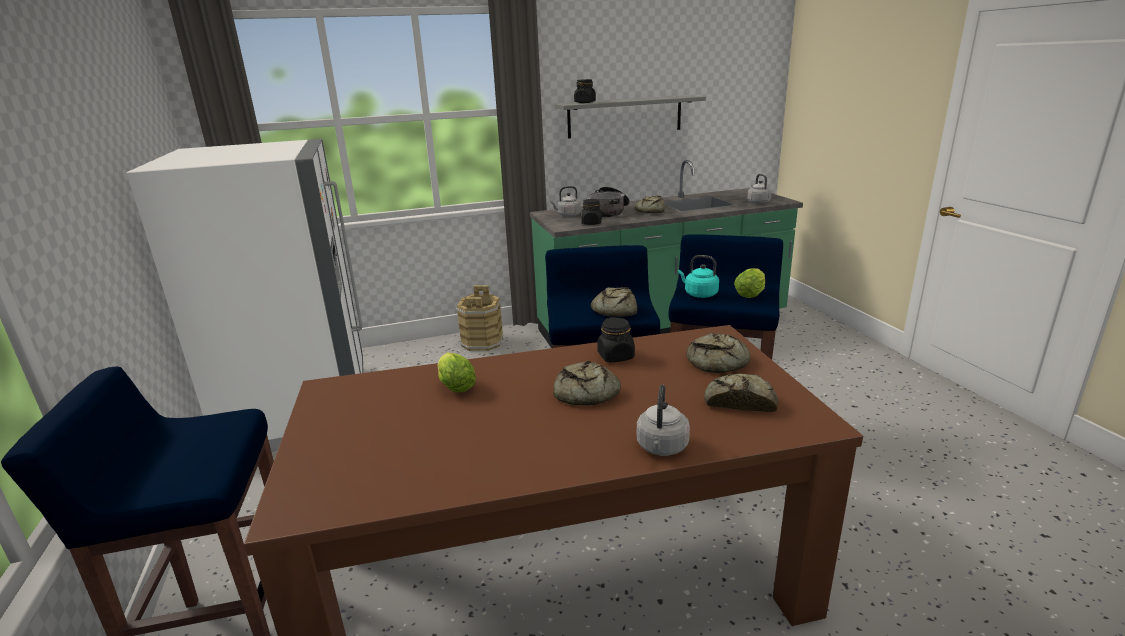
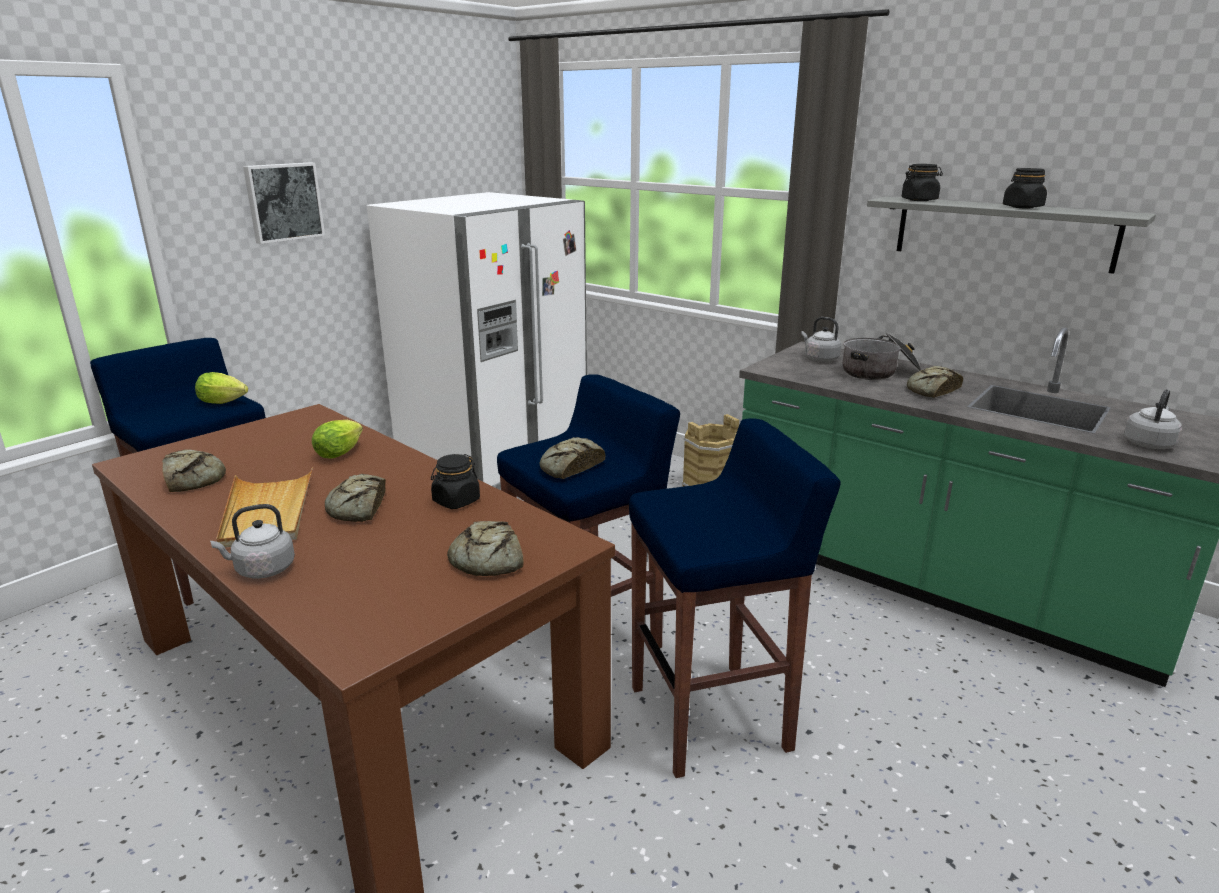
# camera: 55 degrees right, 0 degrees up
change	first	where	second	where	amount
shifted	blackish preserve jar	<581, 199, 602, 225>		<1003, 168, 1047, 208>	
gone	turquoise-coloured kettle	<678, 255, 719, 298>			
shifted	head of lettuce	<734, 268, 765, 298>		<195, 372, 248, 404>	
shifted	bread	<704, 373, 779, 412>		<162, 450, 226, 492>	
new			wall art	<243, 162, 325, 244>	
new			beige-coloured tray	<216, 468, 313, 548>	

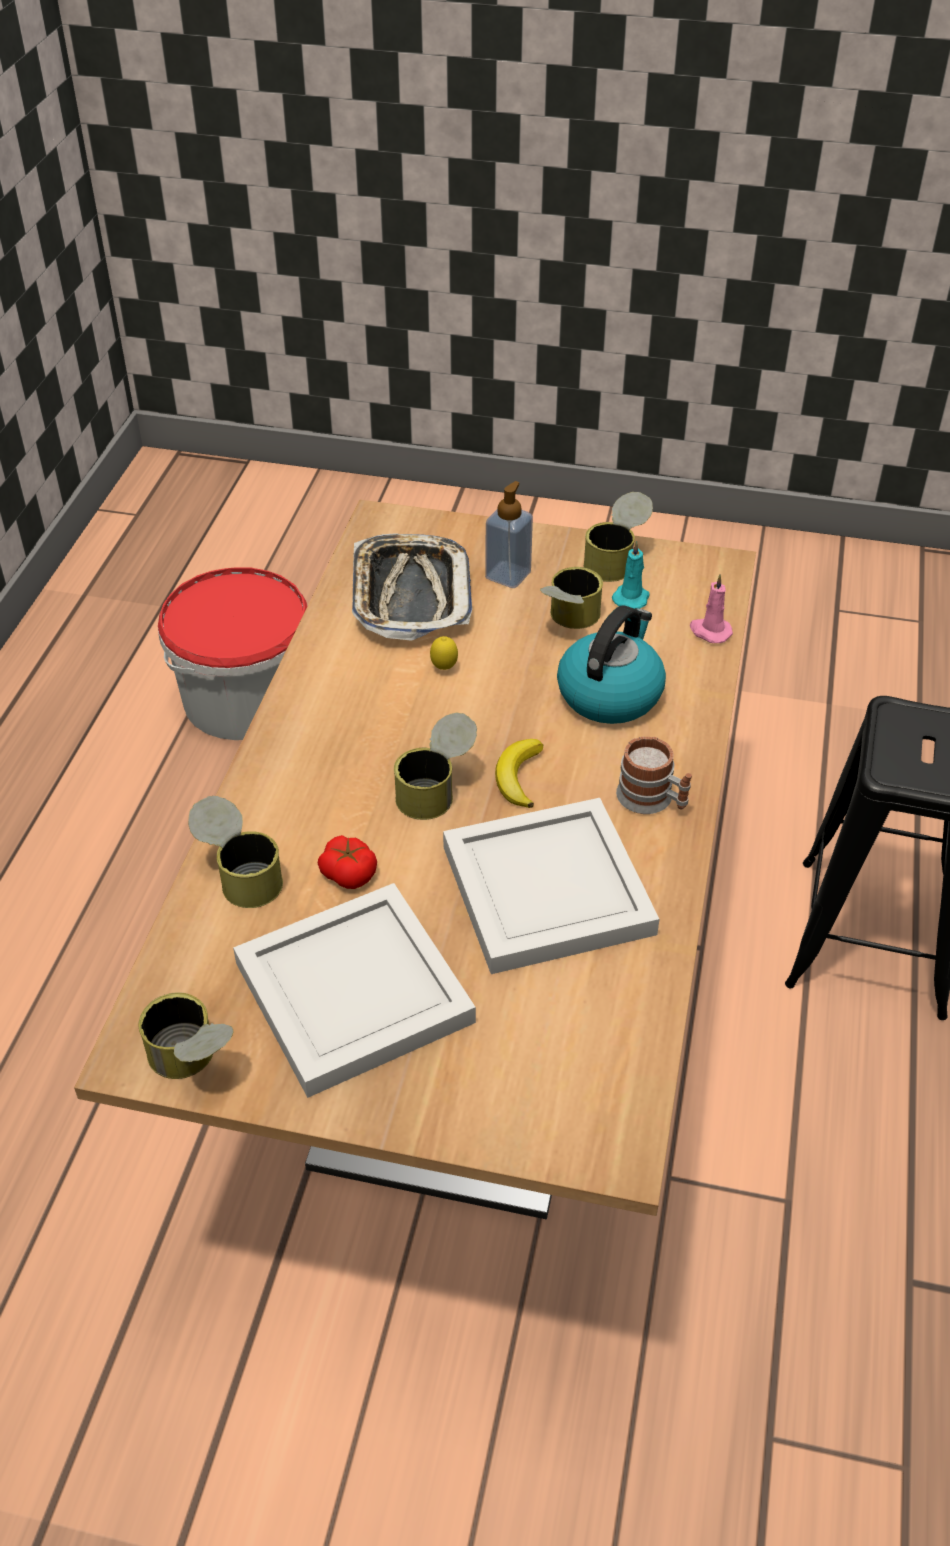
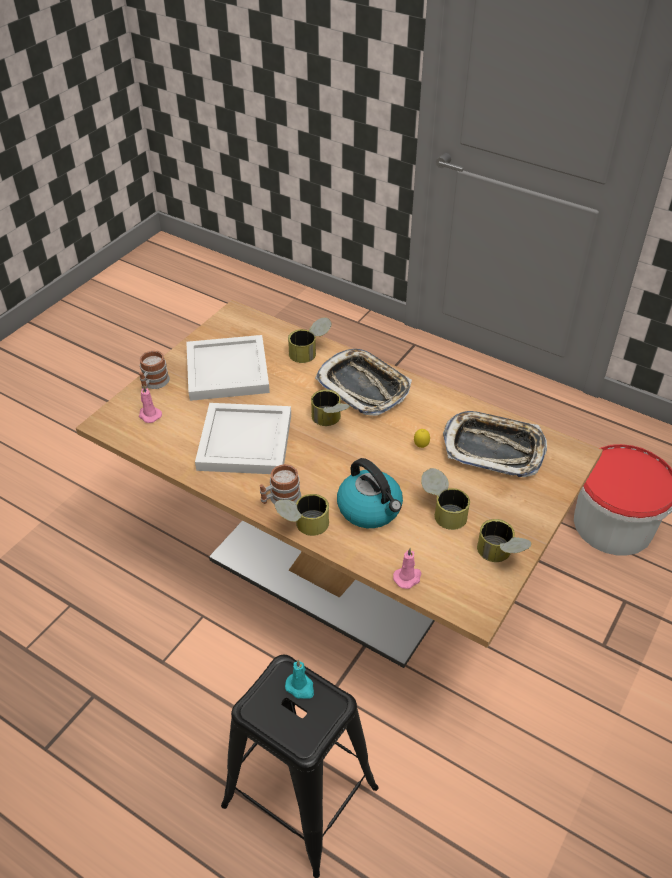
# camera: 110 degrees right, 0 degrees up
change	first	where	second	where	amount
gone	liquid soap bottle	<485, 481, 533, 588>			
shifted	turquoise-coloured wax light	<612, 541, 649, 609>		<285, 660, 314, 699>	
gone	whole banana	<495, 739, 543, 808>			
gone	tomato	<318, 835, 377, 889>			
shifted	metal can	<139, 992, 234, 1079>		<274, 494, 329, 536>	
new			tray	<315, 349, 412, 416>	
new			mug	<139, 351, 170, 389>	
new			pinkish wax light	<139, 385, 162, 423>	

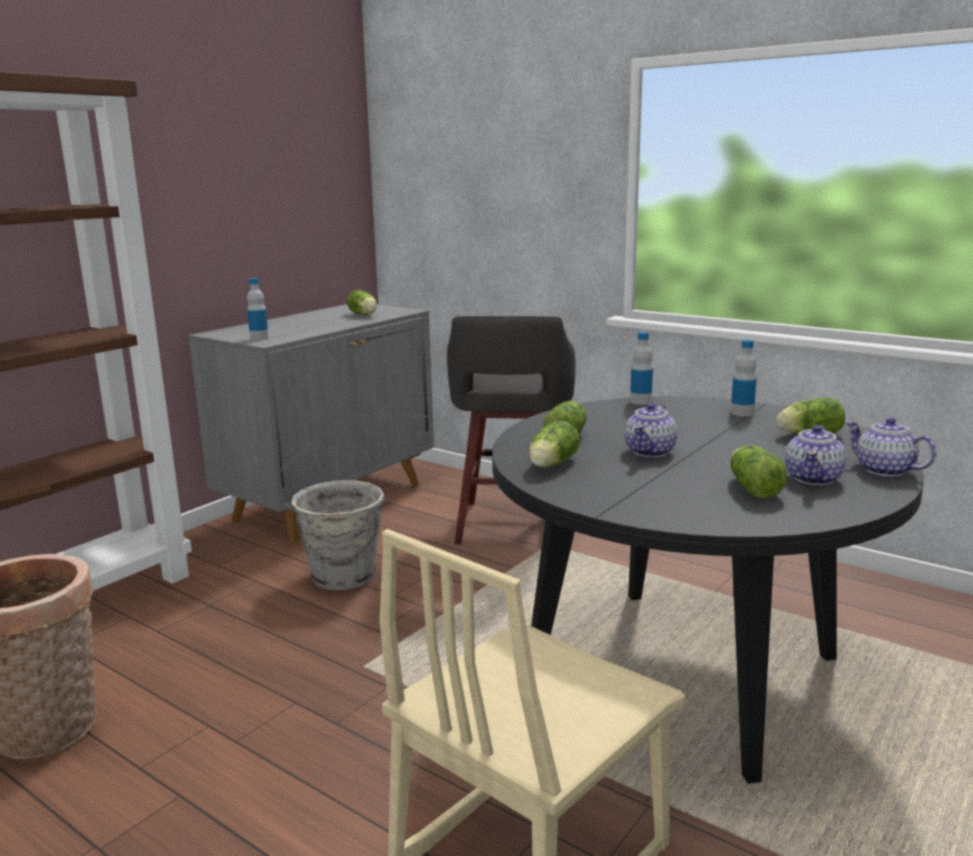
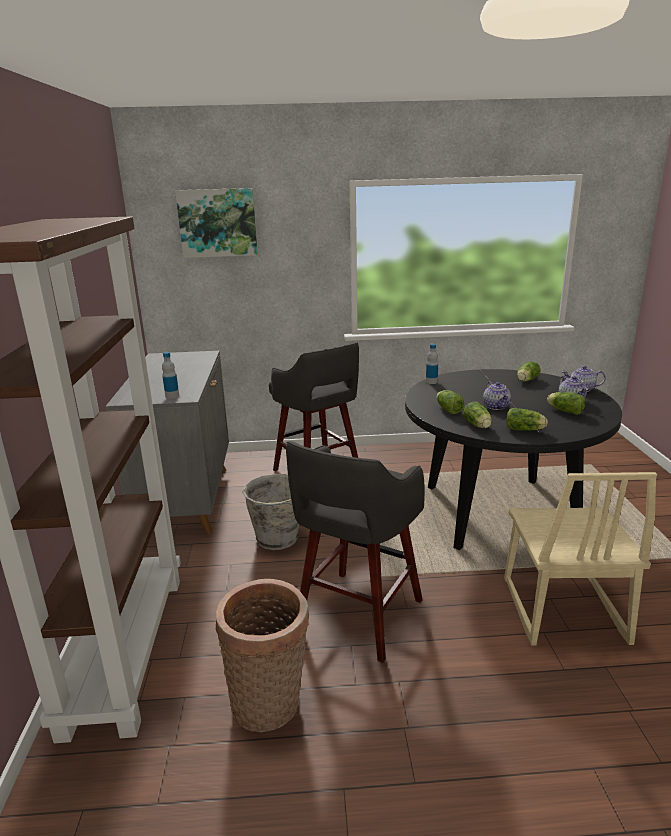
# camera: 40 degrees left, 5 degrees up
change	first	where	second	where	amount
shifted	head of lettuce	<347, 290, 377, 315>		<506, 408, 548, 431>	
gone	beverage bottle	<731, 339, 757, 417>			
new			wall art	<175, 188, 258, 258>	
new			grey stool seat	<286, 441, 425, 663>	

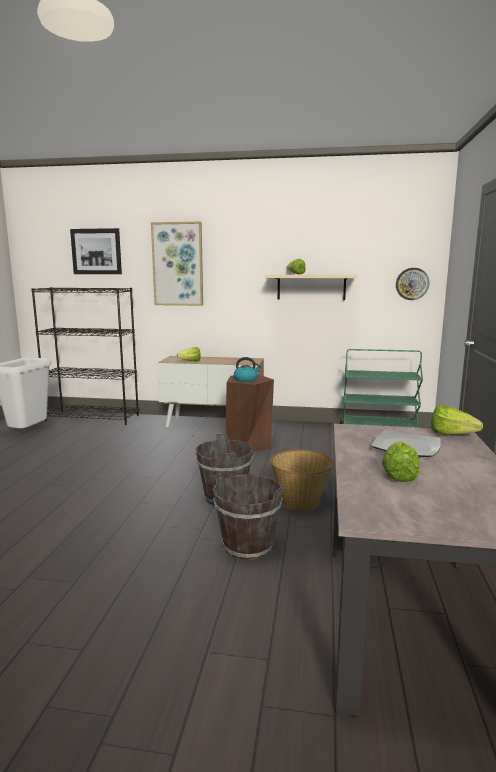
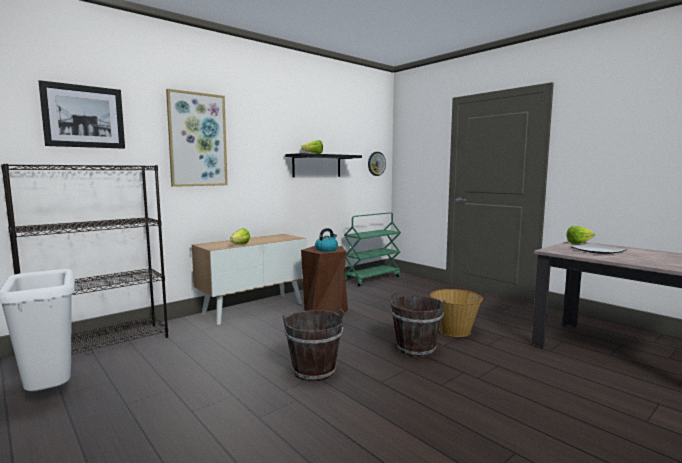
# camera: 50 degrees left, 5 degrees down
change	first	where	second	where	amount
repainted	beige-coloured wall shelf	<265, 275, 358, 300>	blackish wall shelf	<285, 153, 362, 177>	
gone	head of lettuce	<382, 441, 420, 482>			
shifted	brown-coloured bucket	<213, 471, 283, 560>		<283, 309, 345, 382>	

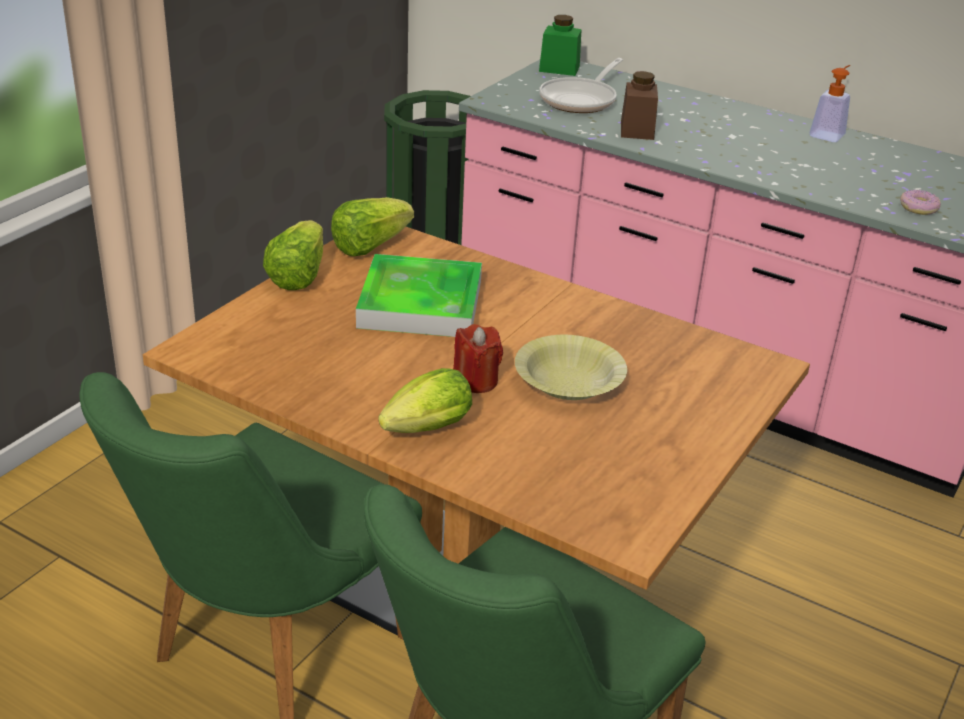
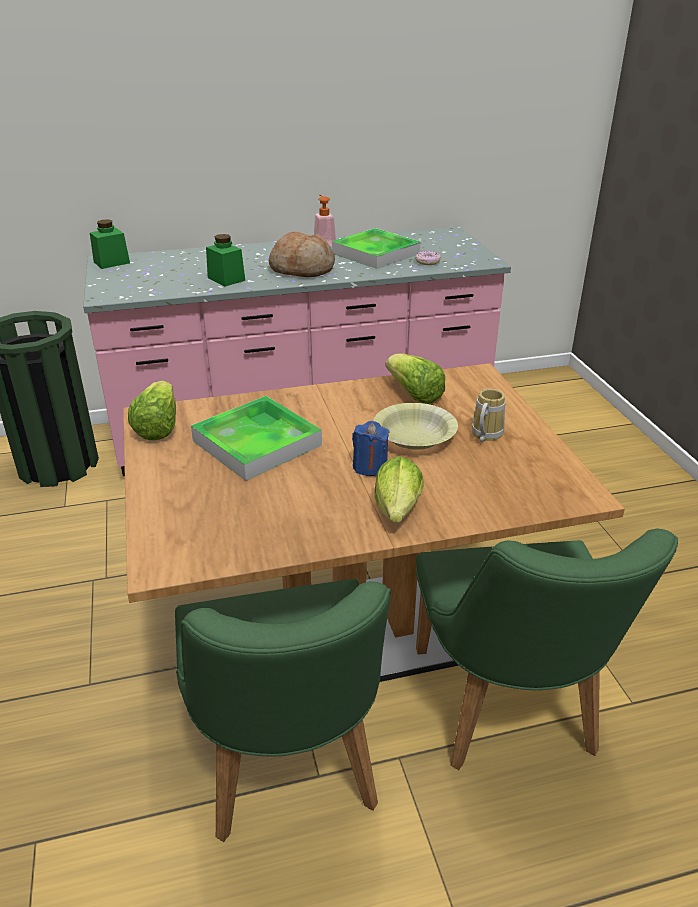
# camera: 45 degrees left, 0 degrees up
change	first	where	second	where	amount
gone	frying pan	<539, 58, 623, 113>			
repainted	brown-coloured preserve jar	<621, 71, 658, 140>	greenish preserve jar	<206, 234, 245, 286>	
shifted	head of lettuce	<263, 220, 323, 290>		<386, 353, 445, 404>	
repainted	reddish wax light	<453, 324, 503, 393>	blue-coloured wax light	<352, 421, 390, 476>	
new			tray	<332, 228, 420, 269>	
new			bread	<269, 231, 335, 277>	
new			mug	<472, 389, 505, 442>	

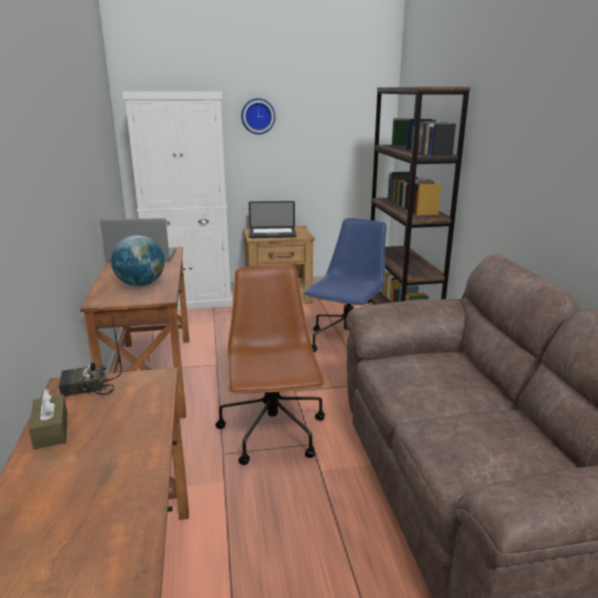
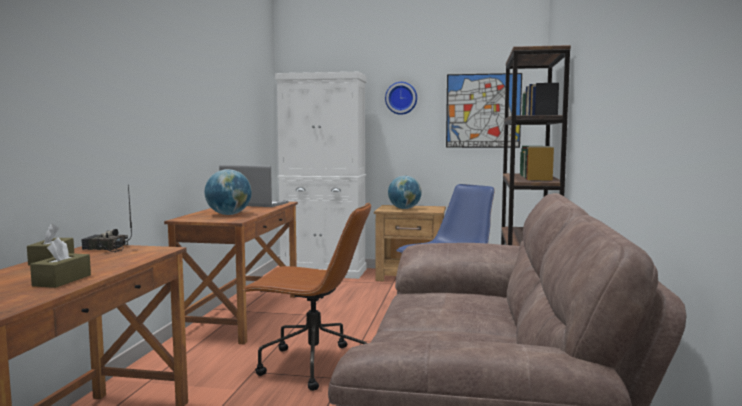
# camera: 20 degrees right, 15 degrees down
change	first	where	second	where	amount
swapped	notebook computer	<249, 201, 296, 238>	globe	<388, 176, 422, 209>	
rotated	brown-coloured office chair	<215, 265, 325, 465>		<242, 202, 371, 391>	90 degrees clockwise
new			wall art	<446, 73, 522, 148>	
new			brown-coloured box of tissues	<30, 237, 91, 288>	

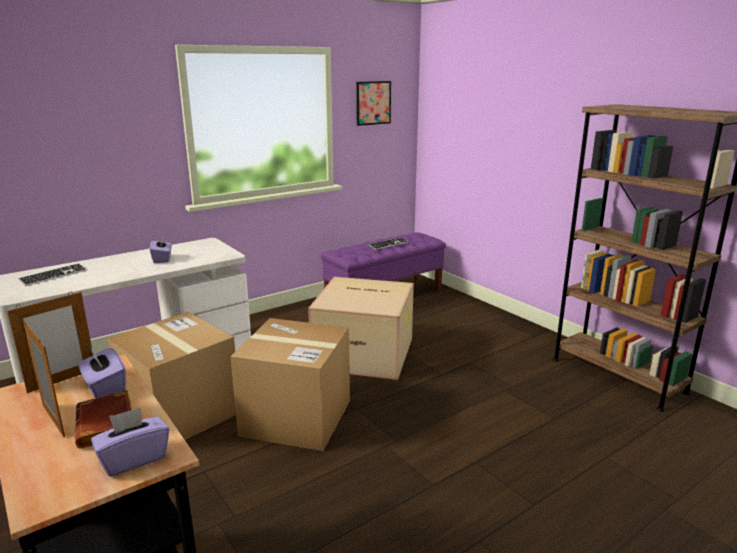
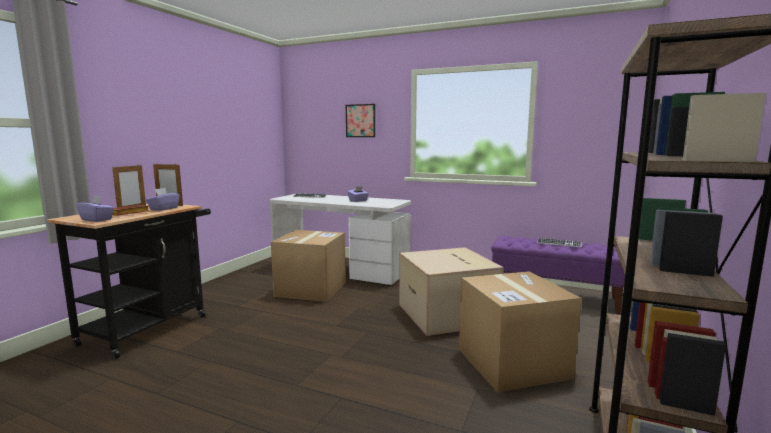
# camera: 60 degrees right, 10 degrees down
change	first	where	second	where	amount
shifted	wall art	<356, 81, 391, 126>		<346, 104, 375, 137>	
shifted	carton	<231, 318, 350, 451>		<459, 271, 581, 392>	

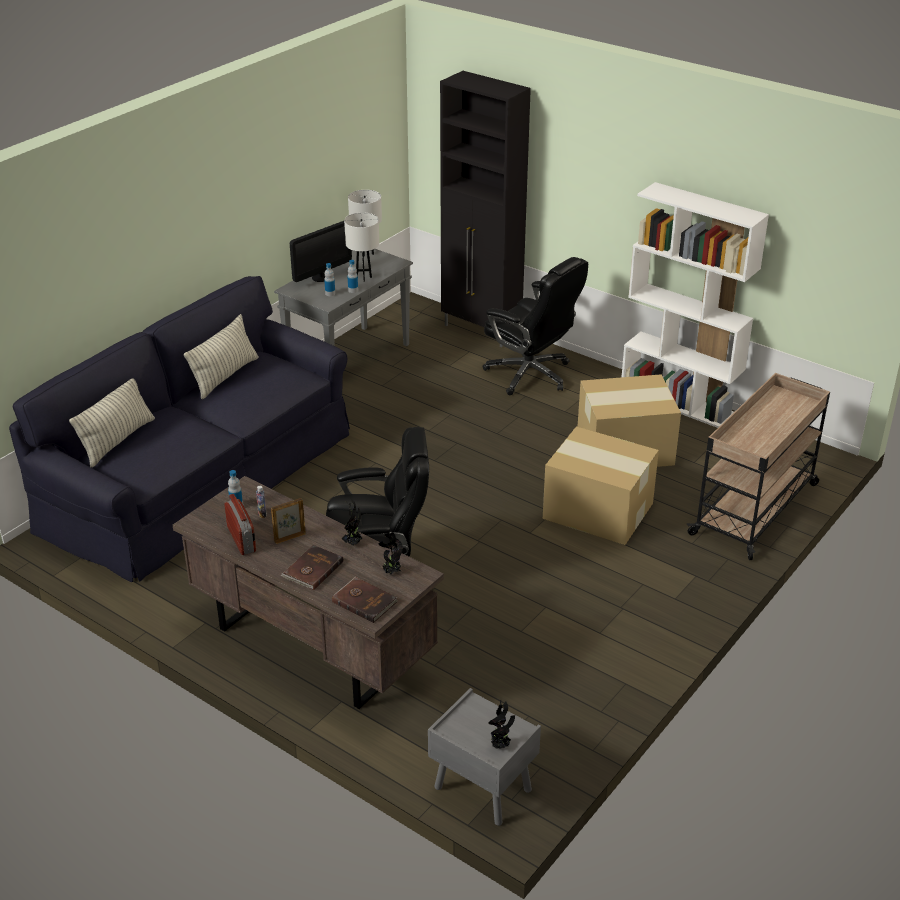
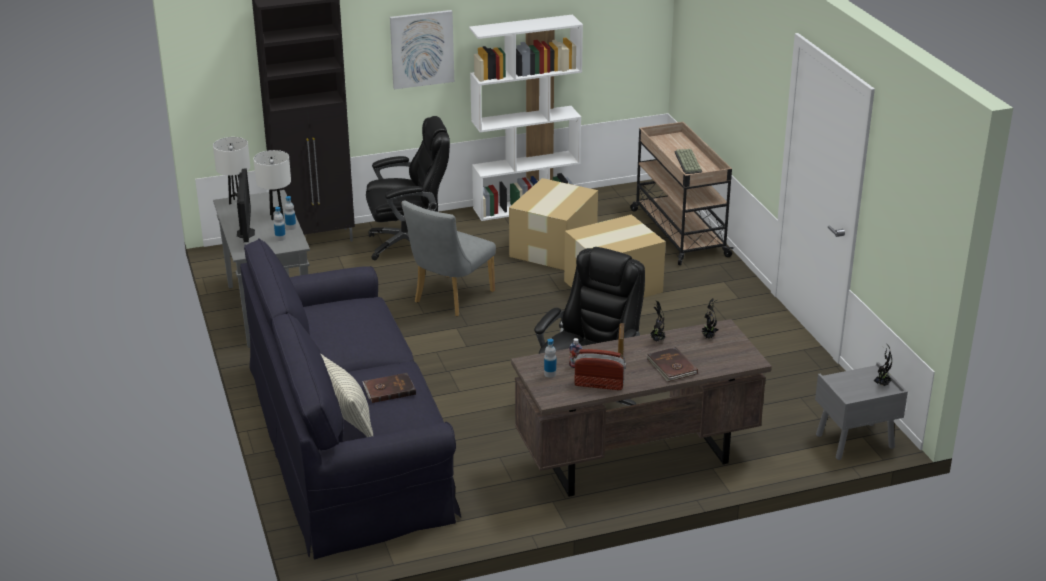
# camera: 55 degrees left, 5 degrees down
change	first	where	second	where	amount
gone	pillow	<184, 314, 259, 400>			
shifted	brown-coloured volume	<332, 576, 398, 623>		<362, 373, 416, 403>	
new			wall art	<390, 10, 454, 89>	
new			keyboard	<675, 149, 702, 174>	
new			grey chair	<401, 200, 496, 316>	

